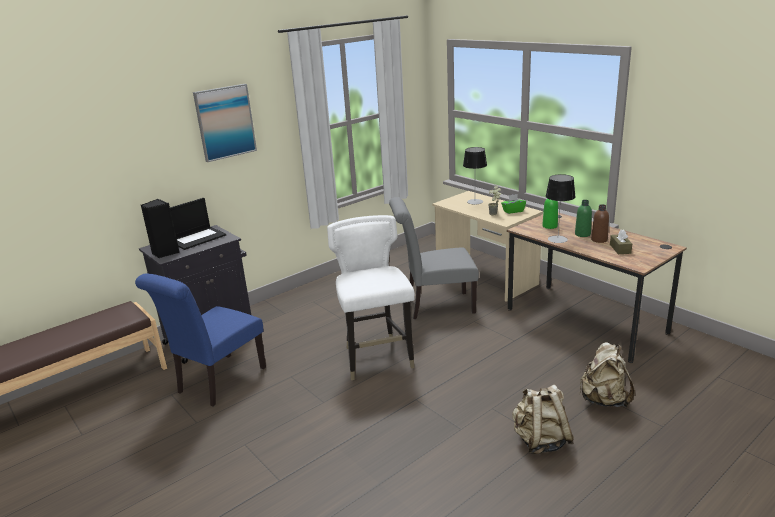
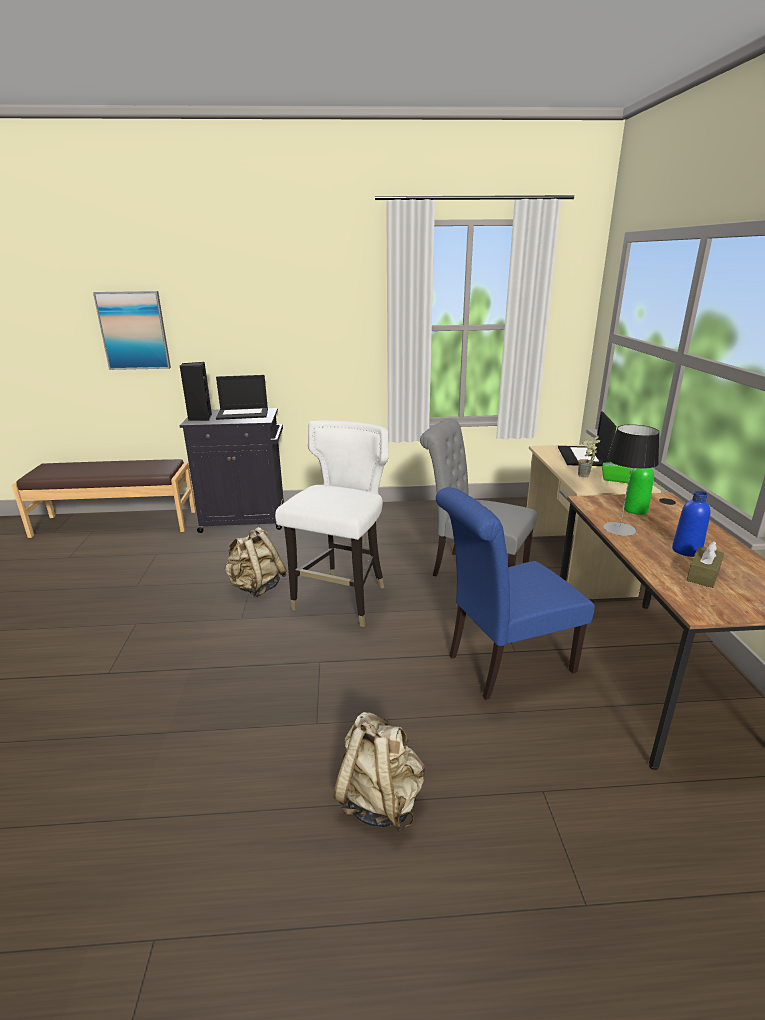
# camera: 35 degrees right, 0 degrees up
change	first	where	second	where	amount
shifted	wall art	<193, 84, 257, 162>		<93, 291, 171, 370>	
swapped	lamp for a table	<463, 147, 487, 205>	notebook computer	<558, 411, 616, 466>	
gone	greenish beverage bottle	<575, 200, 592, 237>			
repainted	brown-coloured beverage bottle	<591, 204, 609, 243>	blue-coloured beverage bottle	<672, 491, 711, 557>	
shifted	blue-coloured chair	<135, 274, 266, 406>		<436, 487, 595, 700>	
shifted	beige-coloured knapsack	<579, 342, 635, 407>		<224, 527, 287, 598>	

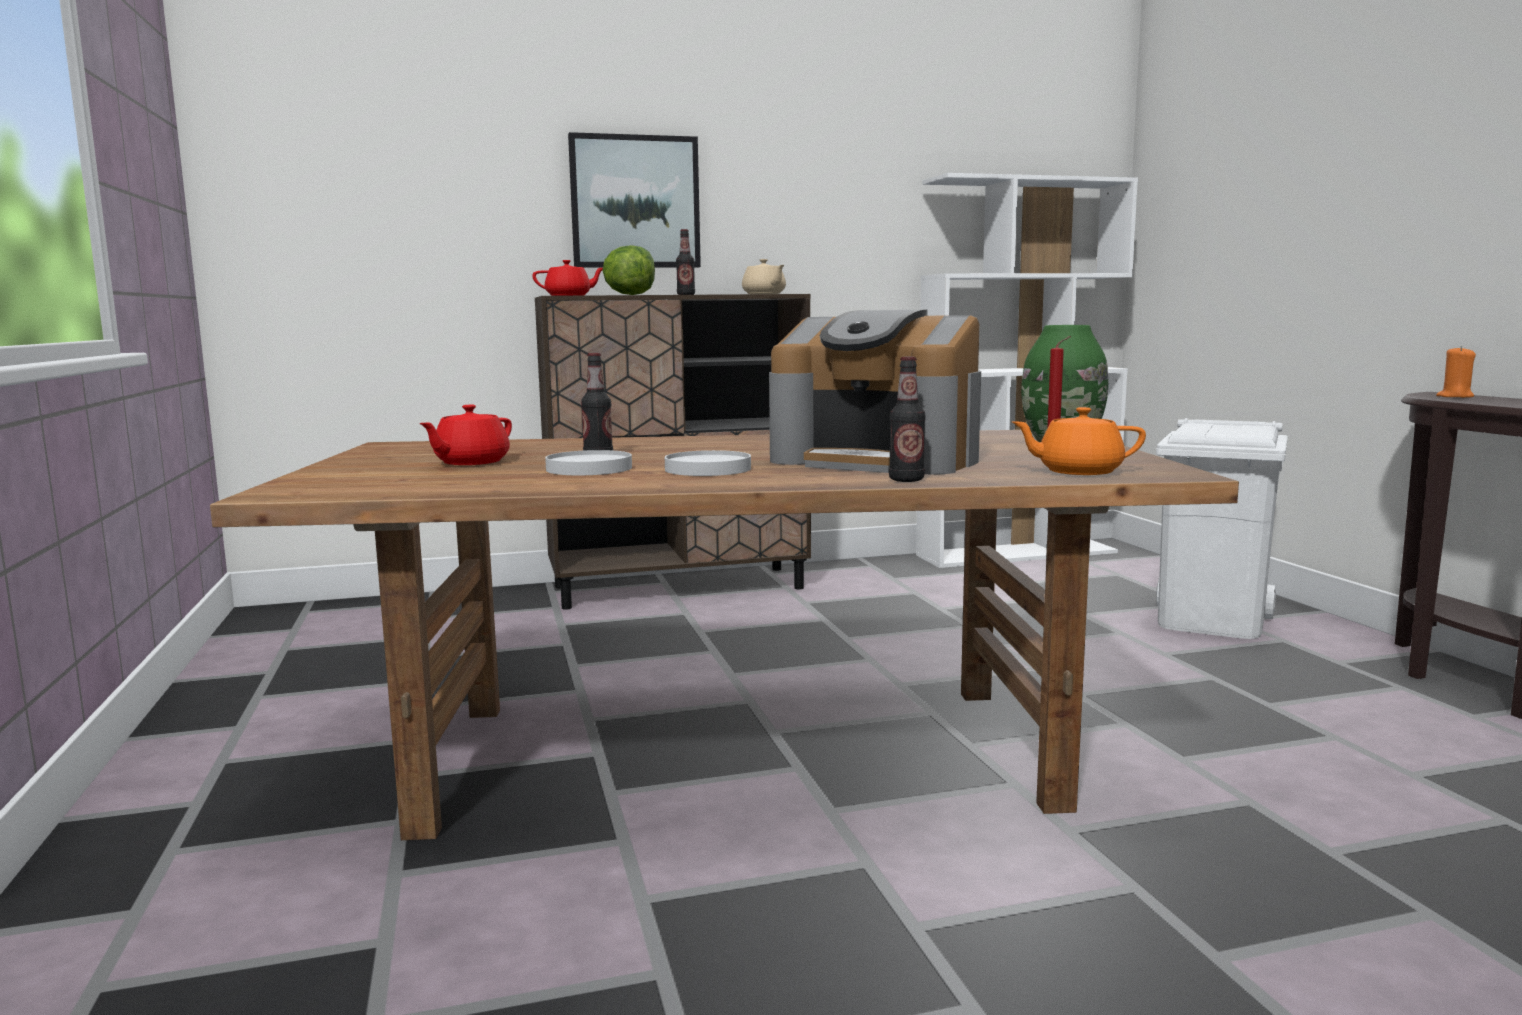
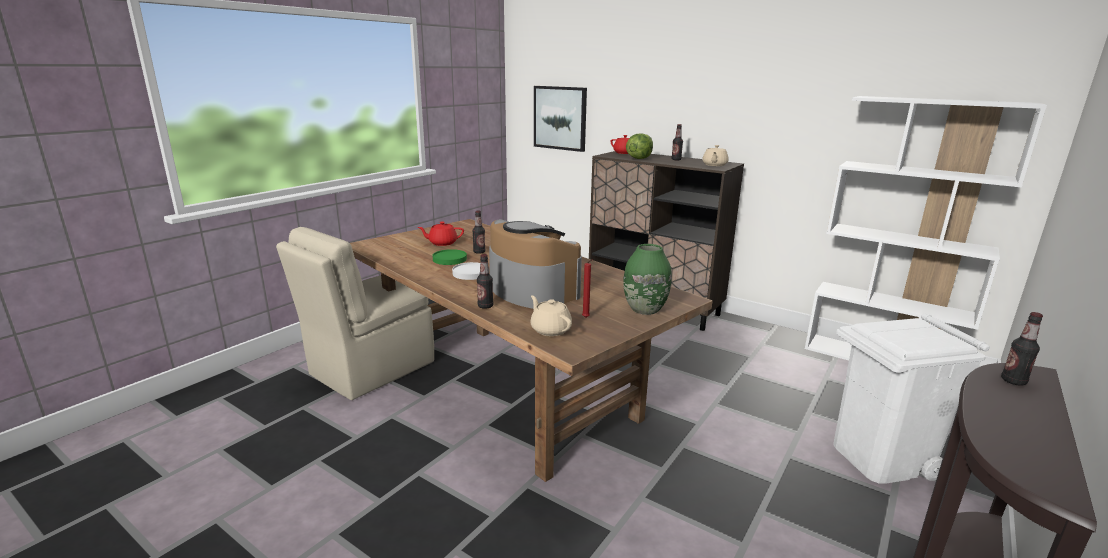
# camera: 50 degrees right, 10 degrees up
change	first	where	second	where	amount
shifted	wall art	<568, 132, 701, 268>		<534, 86, 587, 152>	
rotated	coffee brewer	<769, 310, 981, 475>		<489, 219, 582, 309>	150 degrees clockwise
swapped	orange-coloured wax light	<1436, 346, 1476, 398>	beverage bottle	<1001, 312, 1043, 386>	
repainted	orange-coloured teapot	<1012, 407, 1146, 475>	beige-coloured teapot	<530, 295, 572, 336>	
repainted	white-coloured dinner plate	<545, 450, 632, 475>	greenish dinner plate	<432, 249, 467, 265>	
new			beige-coloured chair	<276, 227, 434, 400>	

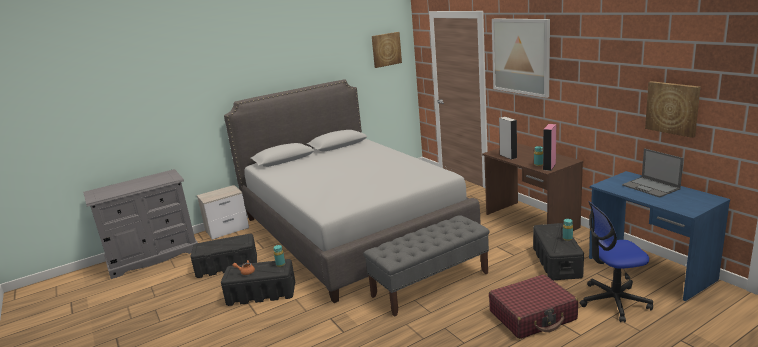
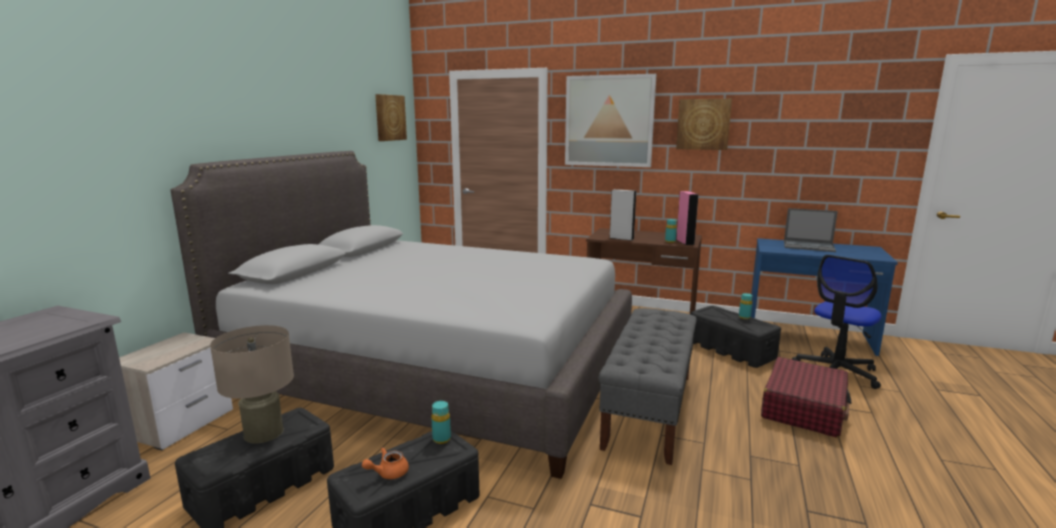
# camera: 40 degrees left, 5 degrees down
change	first	where	second	where	amount
shifted	wall art	<645, 81, 700, 138>		<676, 99, 732, 150>	
new			beige-coloured lamp for a table	<210, 325, 294, 444>	

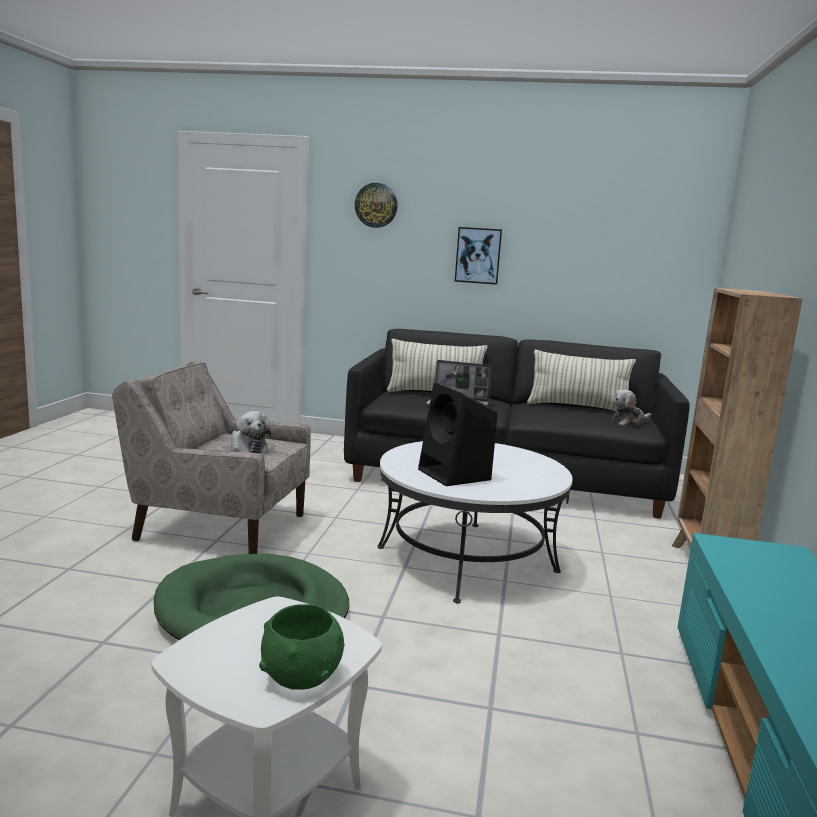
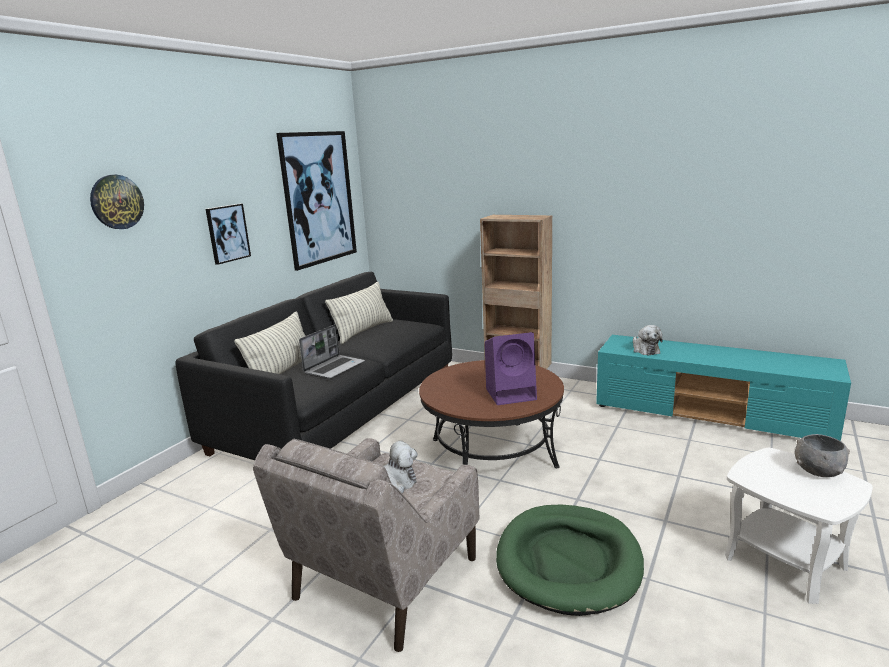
# camera: 70 degrees left, 5 degrees up
change	first	where	second	where	amount
repainted	blackish speaker	<418, 383, 498, 486>	purple speaker	<485, 332, 537, 405>	
shifted	soft toy	<611, 390, 651, 426>		<633, 325, 663, 355>	
repainted	white-coloured lounge table	<378, 441, 572, 603>	brown-coloured lounge table	<419, 360, 564, 468>	
repainted	greenish serving bowl	<259, 604, 344, 690>	grey serving bowl	<795, 434, 850, 477>	
new			wall art	<276, 131, 357, 271>	

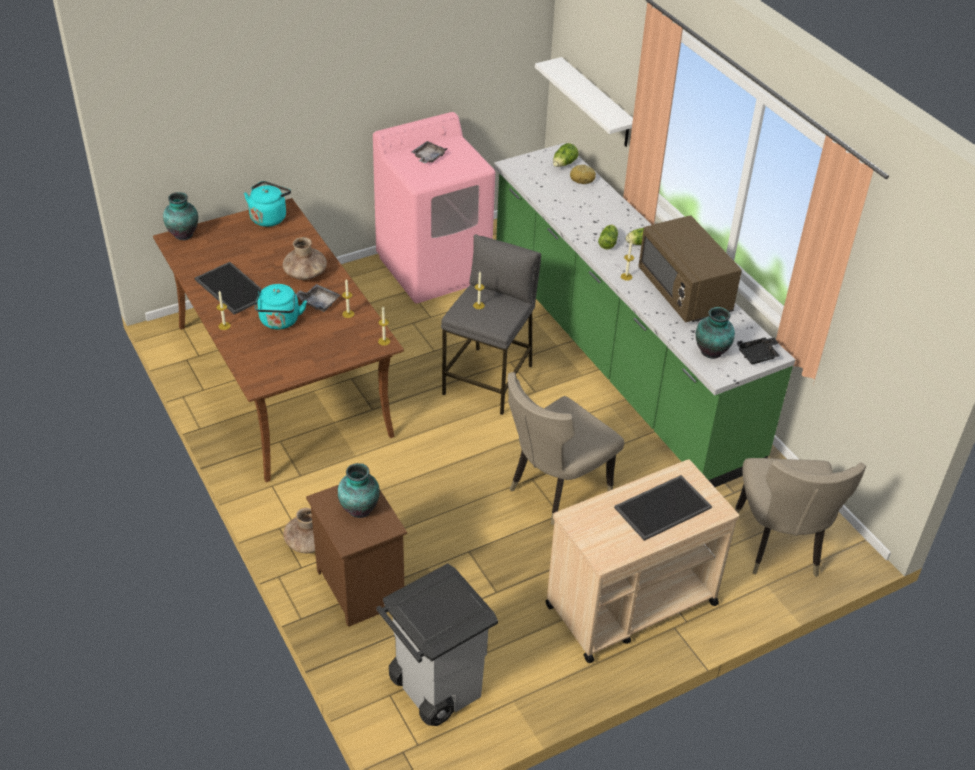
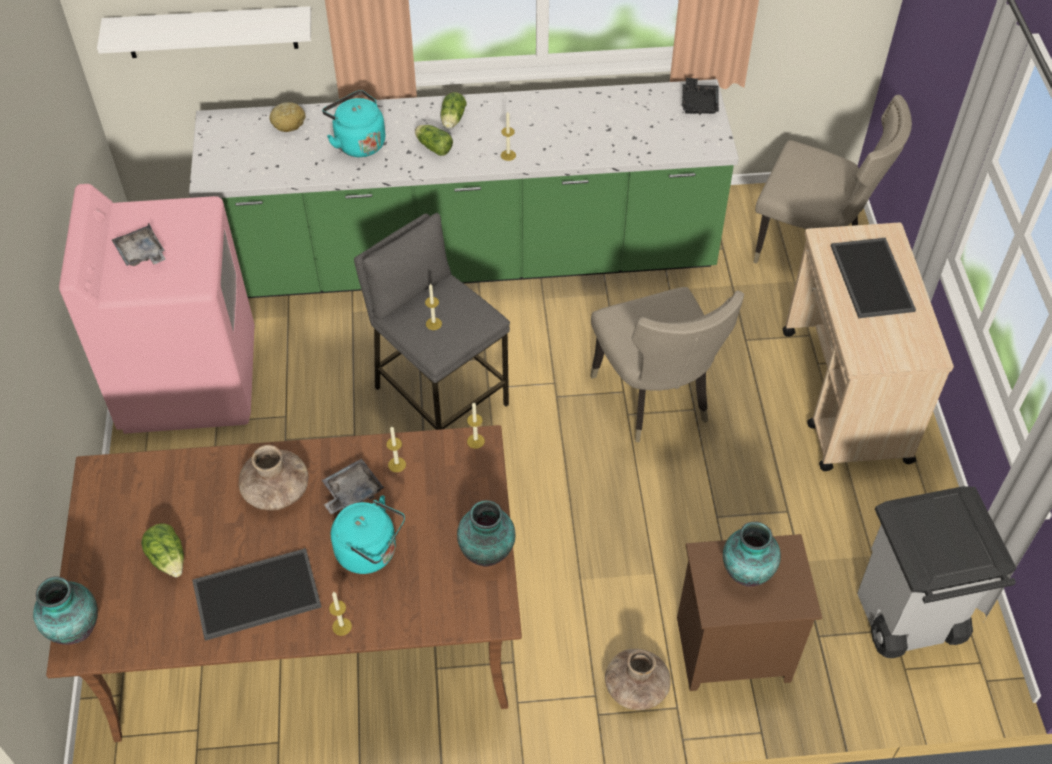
# camera: 65 degrees left, 10 degrees up
change	first	where	second	where	amount
shifted	head of lettuce	<553, 143, 578, 167>		<141, 523, 184, 577>	
shifted	turquoise-coloured kettle	<244, 181, 291, 227>		<322, 90, 386, 157>	
gone	brown-coloured microwave oven	<638, 215, 742, 322>			
shifted	decorative vase	<696, 307, 735, 359>		<457, 500, 515, 567>	

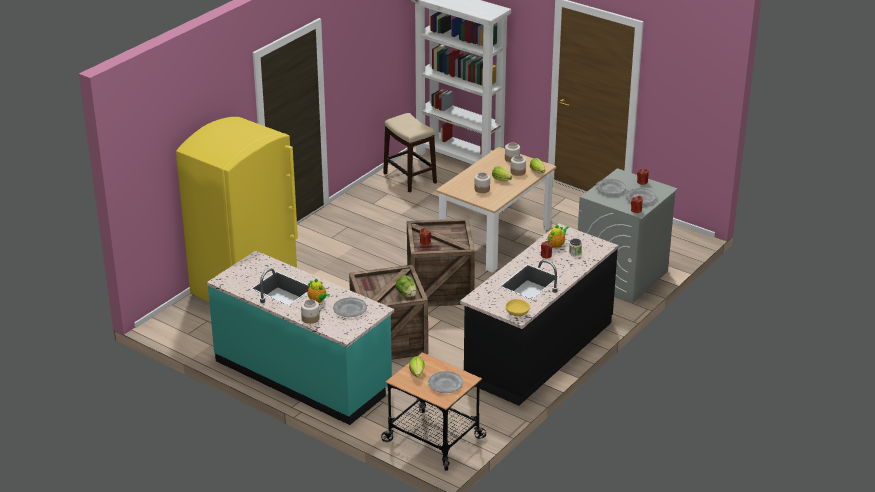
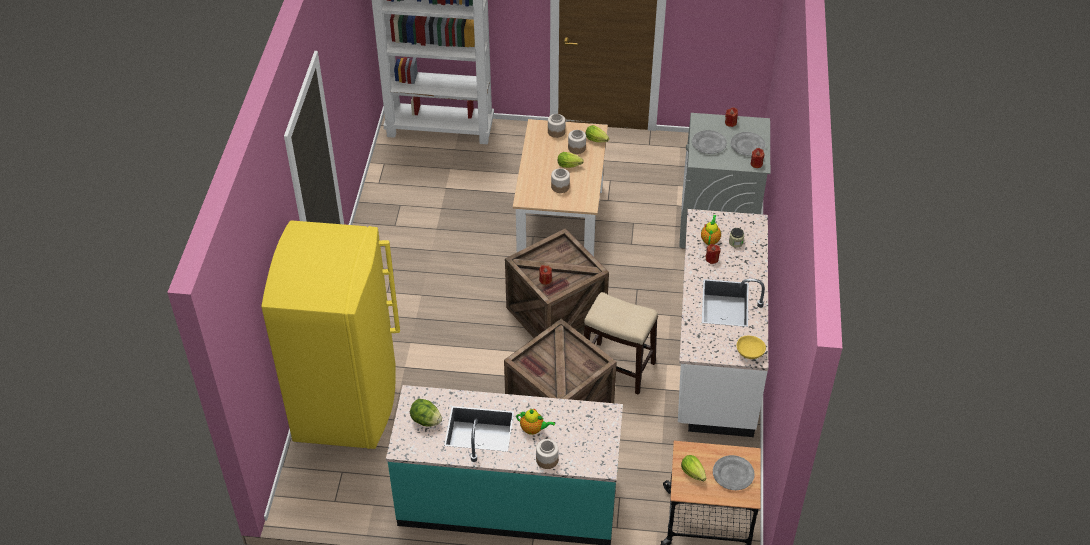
# camera: 30 degrees left, 15 degrees up
change	first	where	second	where	amount
shifted	stool seat	<383, 113, 437, 193>		<584, 292, 658, 395>	
repainted	blackish kitchen counter	<460, 224, 618, 406>	white-coloured kitchen counter	<678, 209, 768, 437>	
shifted	head of lettuce	<396, 275, 417, 298>		<410, 399, 442, 427>	
gone	grey dinner plate	<333, 298, 367, 317>			

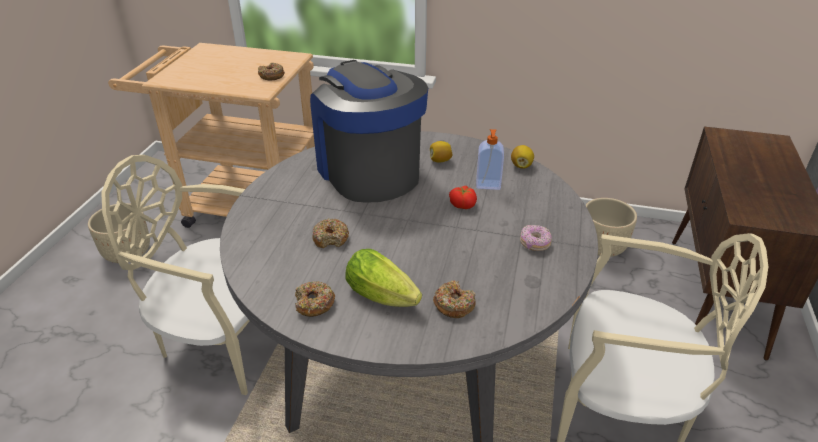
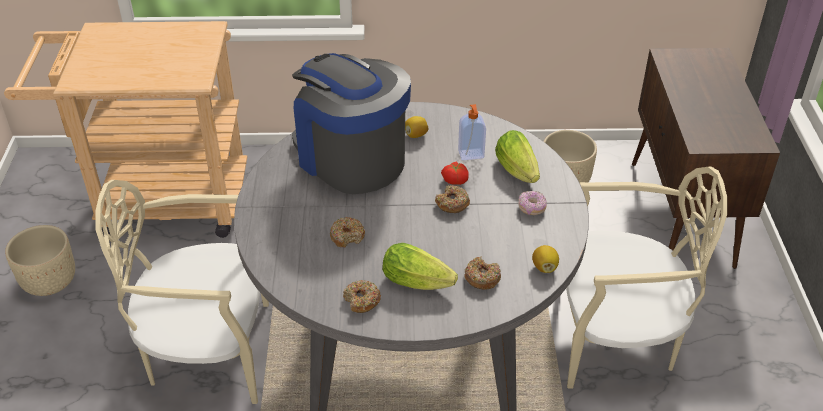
# camera: 15 degrees left, 5 degrees up
change	first	where	second	where	amount
shifted	doughnut	<258, 63, 285, 81>		<435, 185, 470, 213>	
shifted	lemon	<511, 145, 534, 169>		<532, 245, 559, 273>	
new			head of lettuce	<495, 130, 540, 183>	

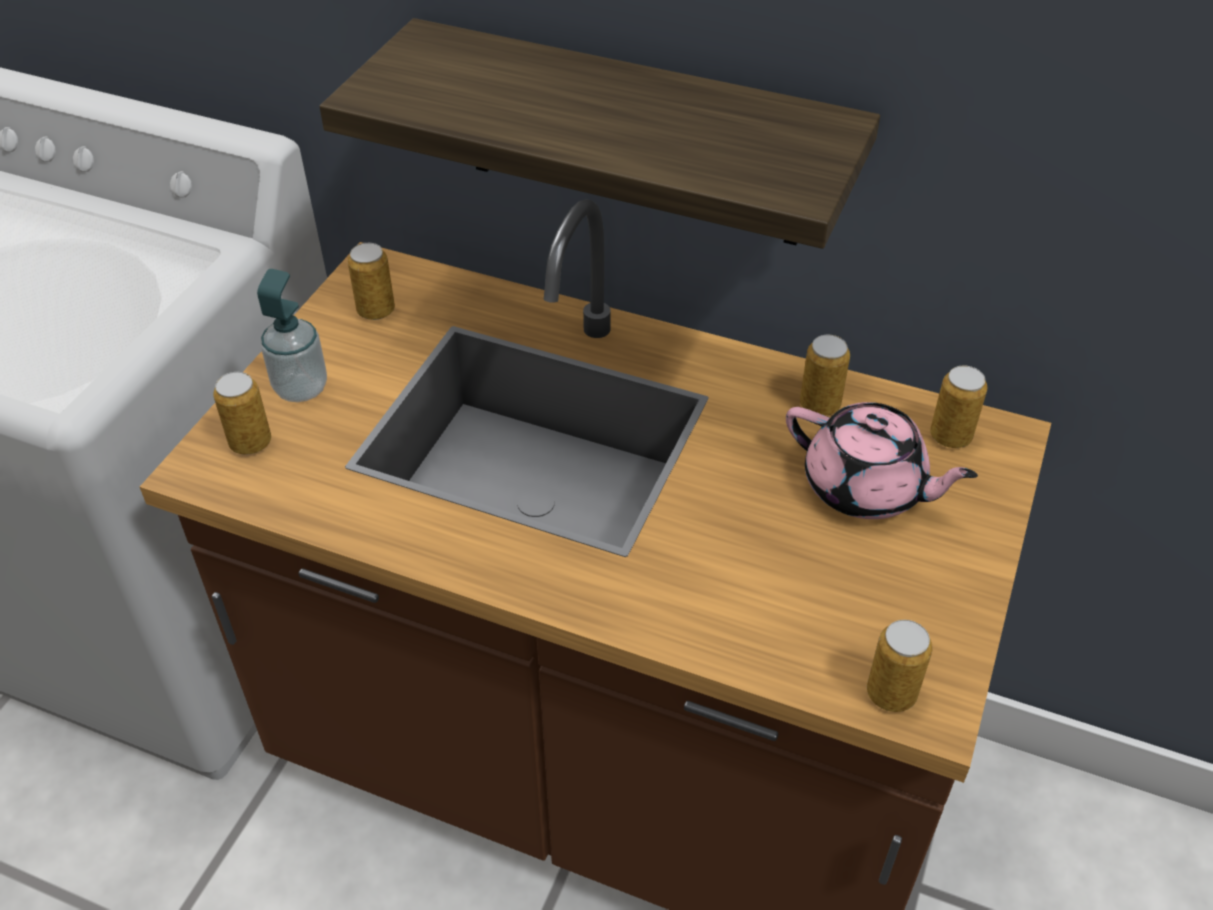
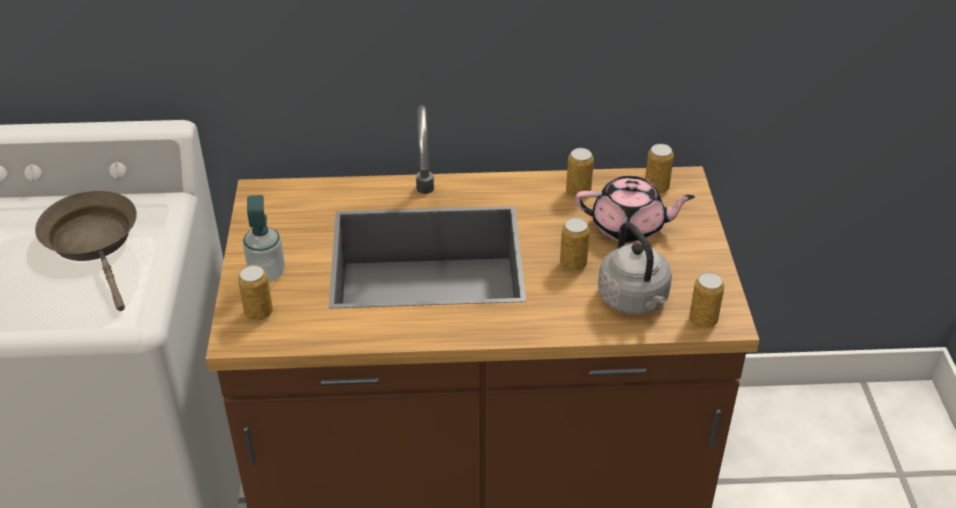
# camera: 25 degrees left, 5 degrees down
change	first	where	second	where	amount
gone	wall shelf	<319, 18, 880, 249>			
shifted	metal can	<348, 243, 395, 320>		<560, 218, 590, 271>	
new			brown-coloured frying pan	<35, 191, 137, 311>	
new			grey kettle	<598, 222, 672, 314>	

